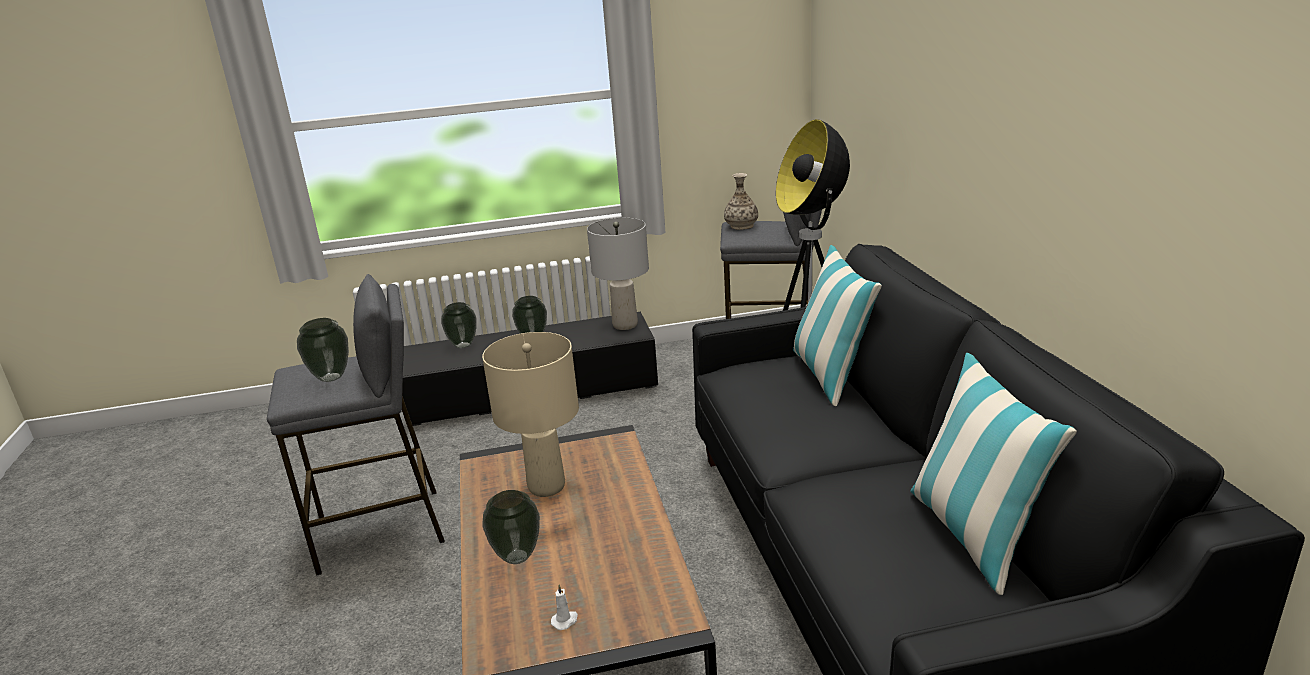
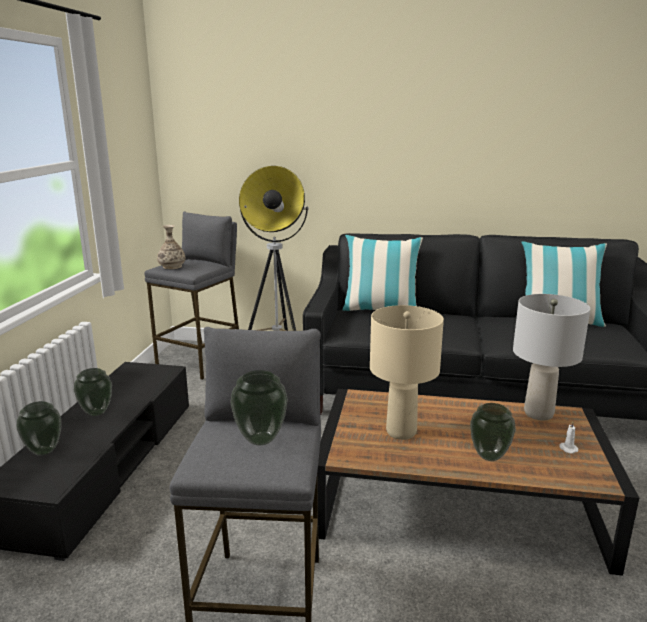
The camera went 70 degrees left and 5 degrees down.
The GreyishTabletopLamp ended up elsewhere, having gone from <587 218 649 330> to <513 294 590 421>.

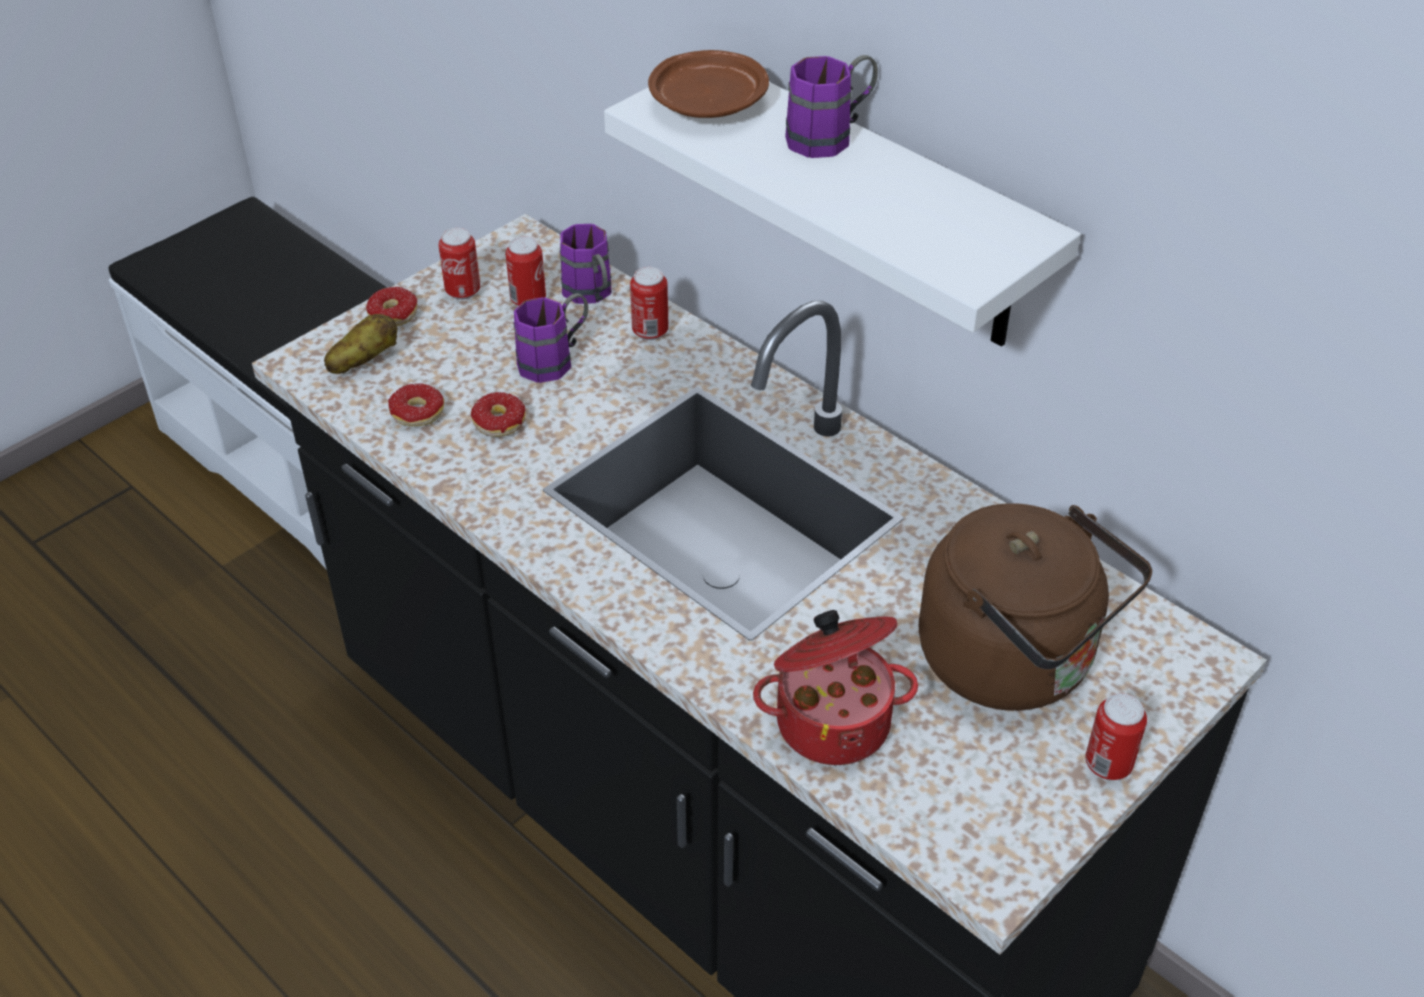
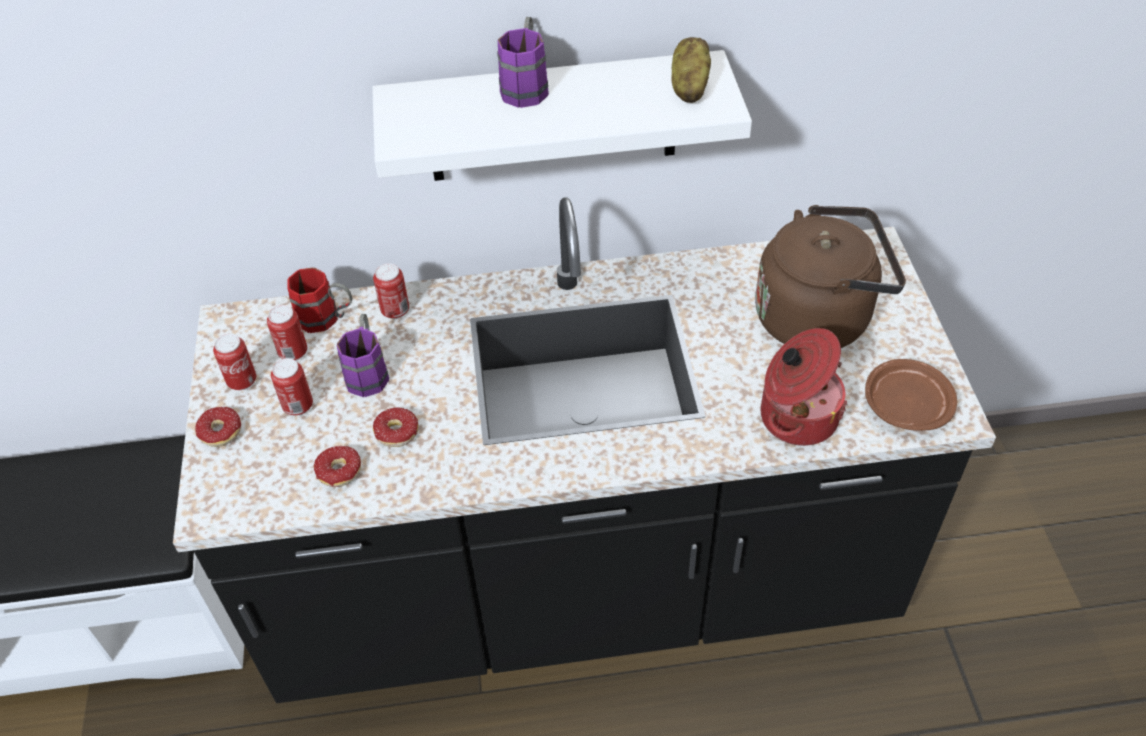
The camera went 50 degrees left and 5 degrees up.
The WholePotato ended up elsewhere, having gone from <324 314 397 374> to <671 37 711 103>.
What was the PurpleTeaMug at <560 224 611 304> turned into the RedColouredTeaMug at <287 268 352 333>.
The BrownPlate ended up elsewhere, having gone from <648 50 769 118> to <865 359 957 431>.
The MetalCan ended up elsewhere, having gone from <1085 693 1147 780> to <271 358 313 415>.

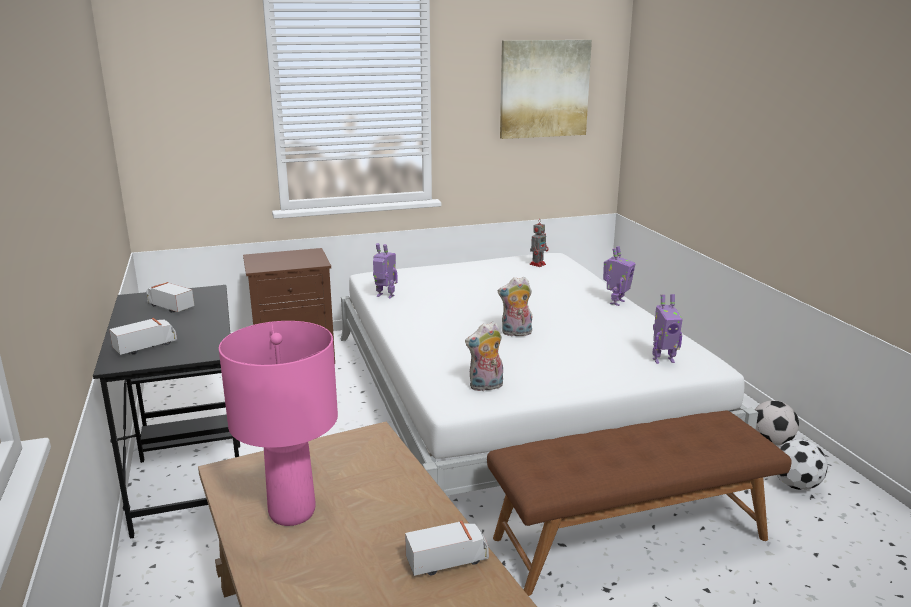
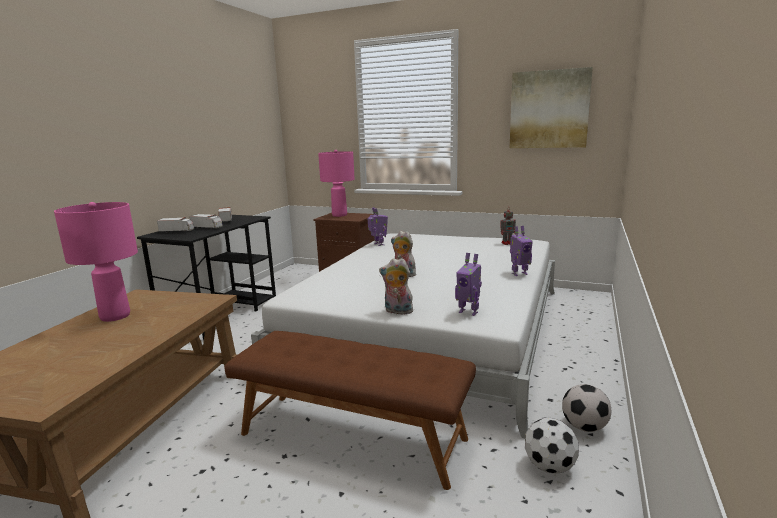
The camera went 40 degrees right and 5 degrees down.
The ToyTruck ended up elsewhere, having gone from <405 521 489 576> to <190 214 223 229>.
The SoftToy ended up elsewhere, having gone from <465 321 503 392> to <379 258 413 314>.
The second view gained the PinkTabletopLamp at <318 150 355 217>.

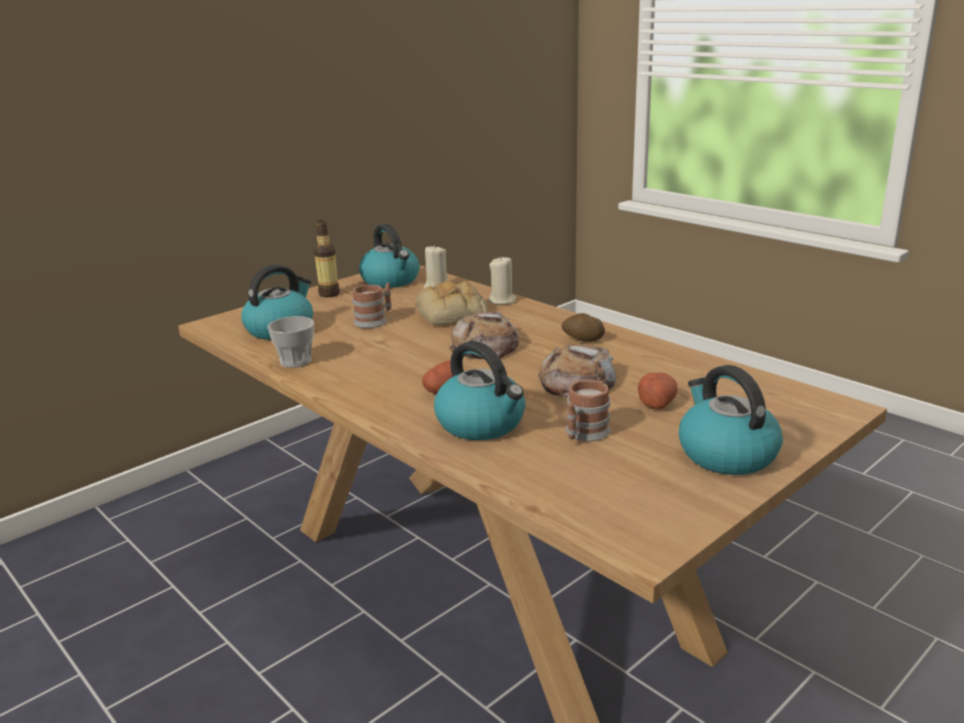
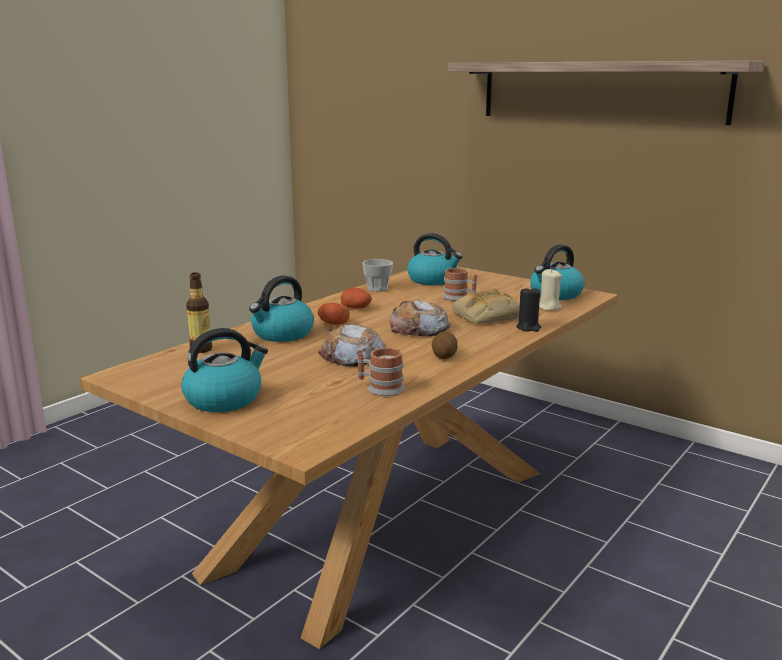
The camera went 80 degrees right and 5 degrees down.
The DrinkBottle ended up elsewhere, having gone from <314 220 340 297> to <186 273 212 353>.
What was the BeigeWaxCandle at <488 256 517 305> turned into the BlackColouredWaxCandle at <516 288 541 332>.
The TeaMug ended up elsewhere, having gone from <566 380 611 441> to <357 348 405 396>.
The WholePotato ended up elsewhere, having gone from <638 373 678 410> to <341 288 372 309>.
The second view gained the BracketShelf at <448 60 765 125>.

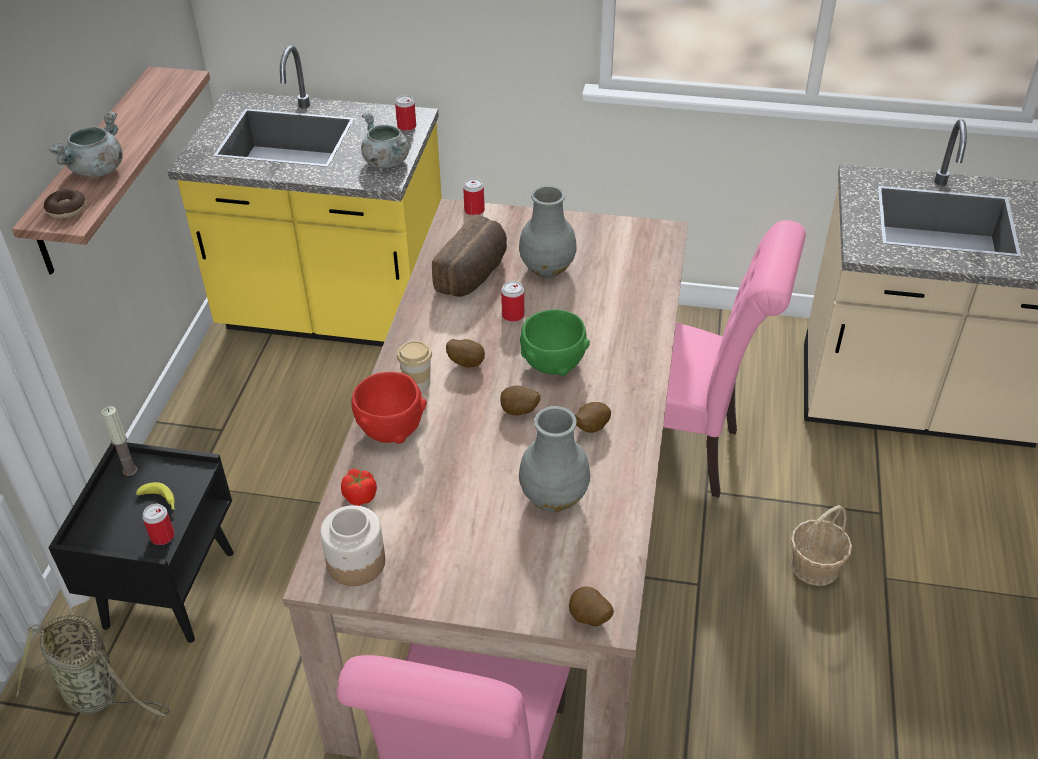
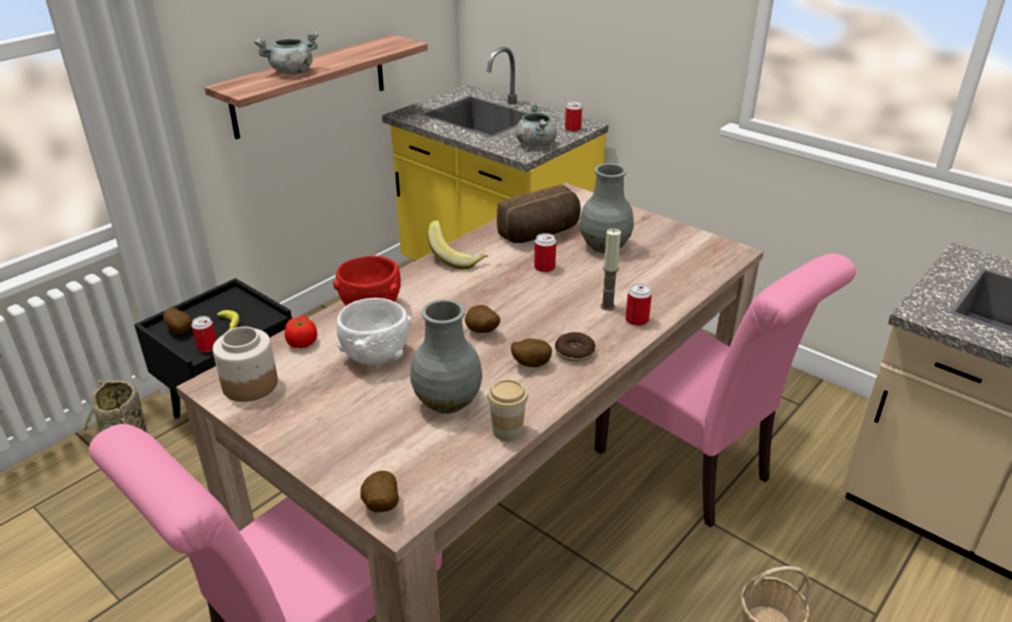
The camera went 30 degrees right and 10 degrees down.
The RingDoughnut ended up elsewhere, having gone from <44 189 85 219> to <555 332 596 362>.
The WaxCandle ended up elsewhere, having gone from <101 406 138 476> to <600 229 621 311>.
The SmallCup ended up elsewhere, having gone from <397 341 432 392> to <487 379 528 441>.
The WholePotato ended up elsewhere, having gone from <446 339 485 368> to <163 308 192 334>.
The MetalCan ended up elsewhere, having gone from <463 178 485 216> to <626 283 652 326>.
The second view lost the GreenColouredBowl at <520 309 590 376>.
The second view gained the WhiteColouredBowl at <337 298 412 365>.
The second view gained the Banana at <427 220 489 269>.

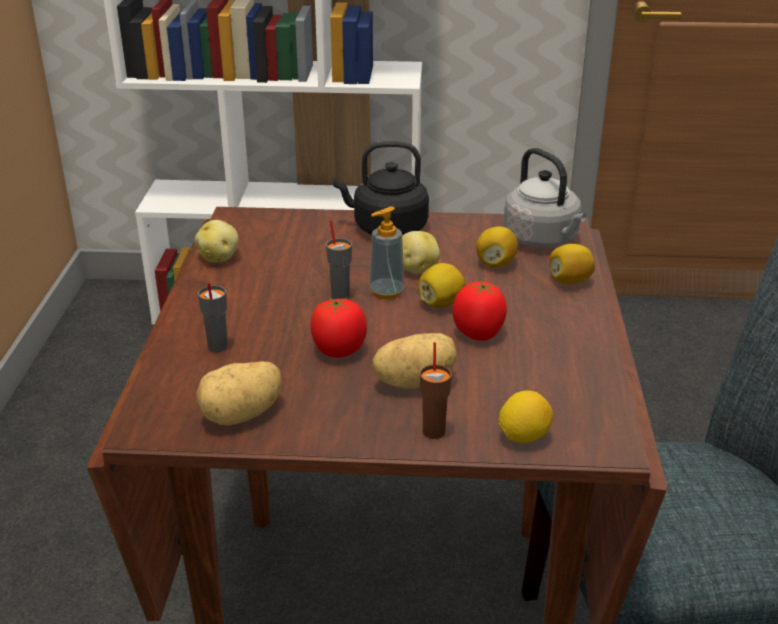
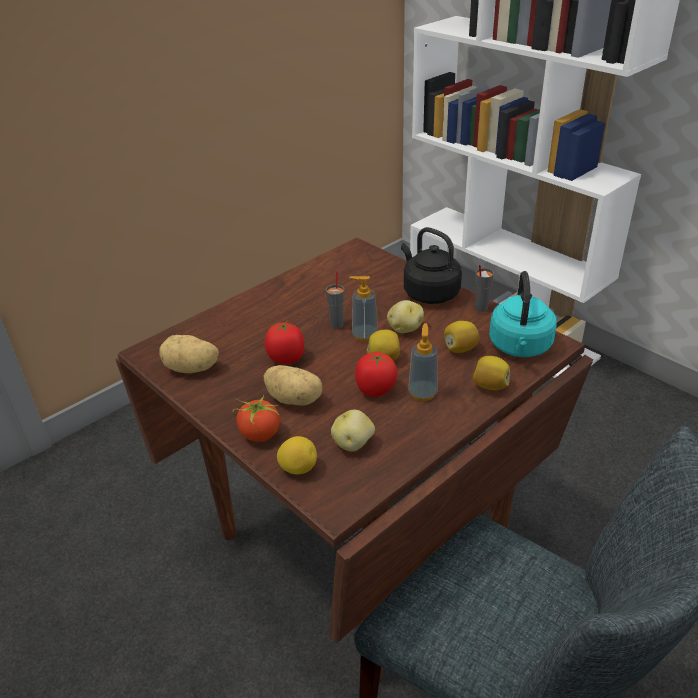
The camera went 45 degrees right and 5 degrees up.
The WholePotato ended up elsewhere, having gone from <194 220 238 262> to <331 410 375 452>.
The GreyishSmallCup ended up elsewhere, having gone from <198 282 228 352> to <475 265 494 312>.
Where the BrownSmallCup stood at <420 342 452 439>, the WholeTomato came to stand at <233 395 280 442>.
What was the GreyishWaterKettle at <503 148 586 248> turned into the BlueGreenWaterKettle at <489 271 557 357>.
The second view gained the LiquidSoapBottle at <408 323 438 401>.

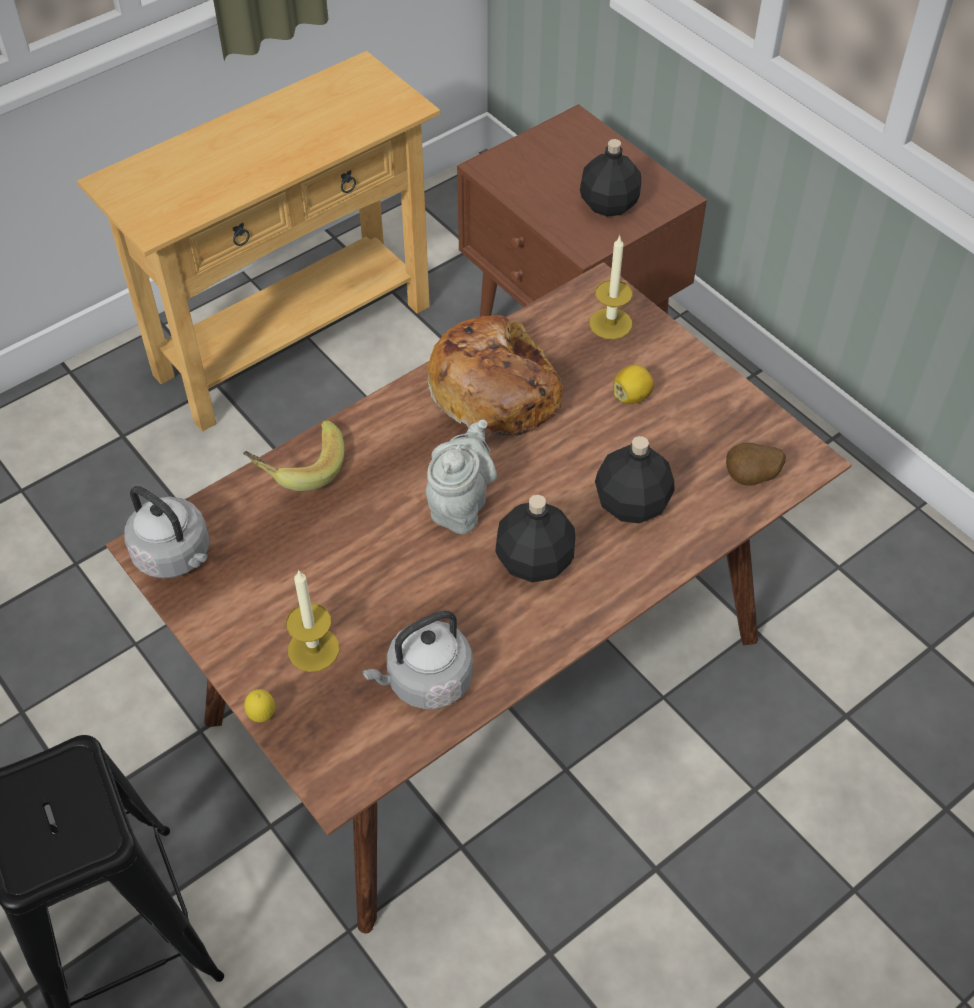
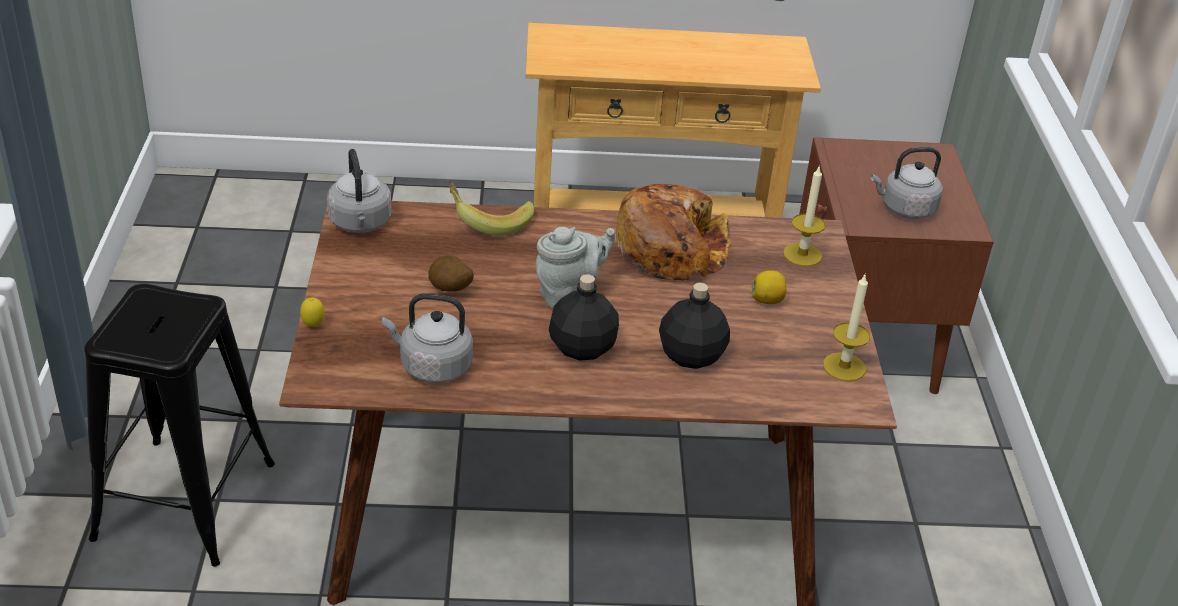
The camera went 35 degrees right and 15 degrees down.
The WaxCandle ended up elsewhere, having gone from <286 570 339 672> to <823 275 870 381>.
Where the BlackColouredDrinkBottle stood at <580 139 641 216>, the GreyishWaterKettle came to stand at <871 147 943 219>.
The WholePotato ended up elsewhere, having gone from <726 443 786 485> to <428 255 474 292>.

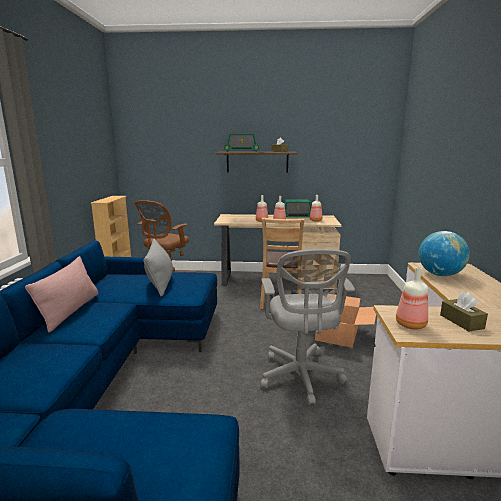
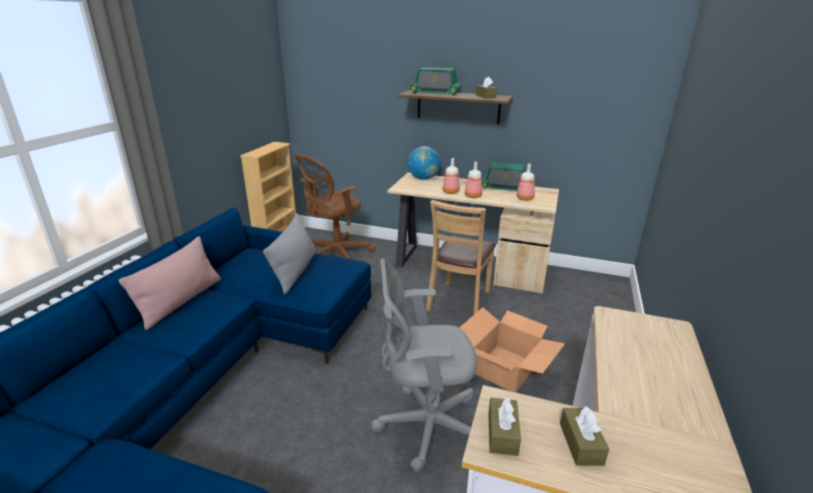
The camera went 15 degrees right and 10 degrees up.
The GreyishDeskChair at <260 249 355 406> ended up facing another way, 75 degrees clockwise from before.
Where the DrinkBottle stood at <396 267 428 329>, the BrownBoxOfTissues came to stand at <488 397 521 456>.
The DeskGlobe ended up elsewhere, having gone from <419 231 470 276> to <408 146 441 180>.

